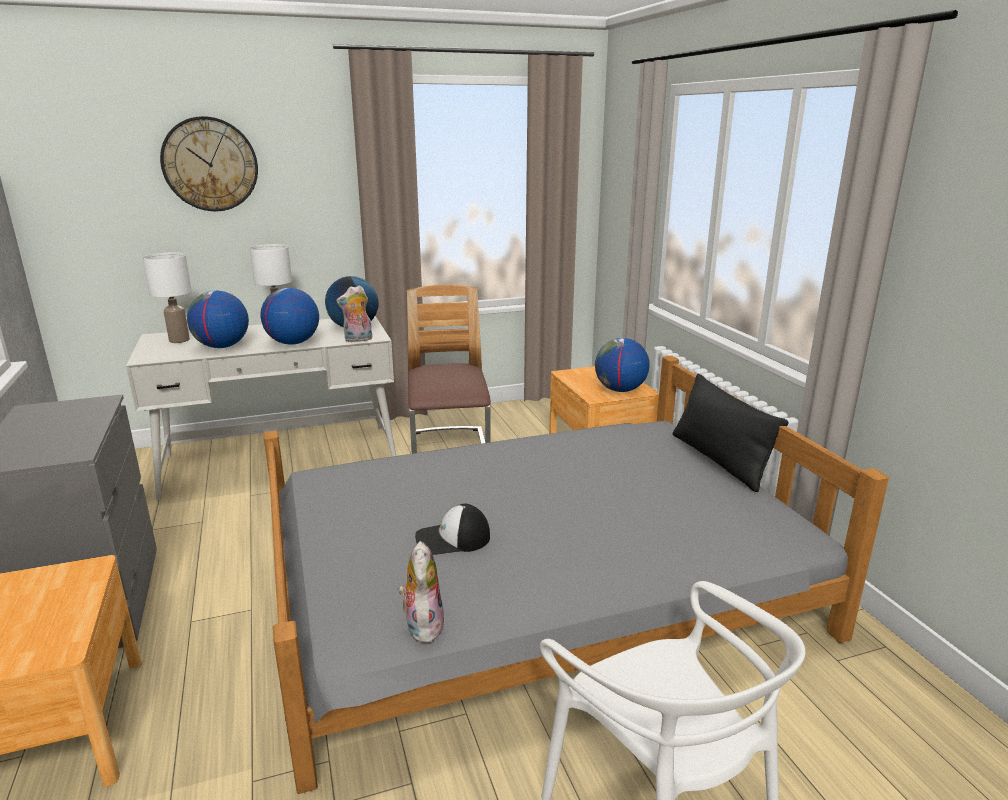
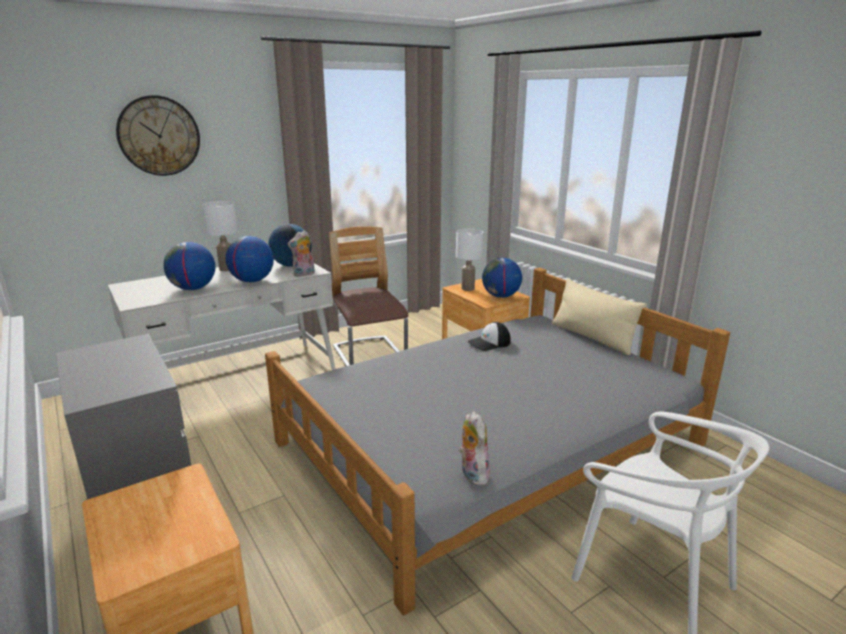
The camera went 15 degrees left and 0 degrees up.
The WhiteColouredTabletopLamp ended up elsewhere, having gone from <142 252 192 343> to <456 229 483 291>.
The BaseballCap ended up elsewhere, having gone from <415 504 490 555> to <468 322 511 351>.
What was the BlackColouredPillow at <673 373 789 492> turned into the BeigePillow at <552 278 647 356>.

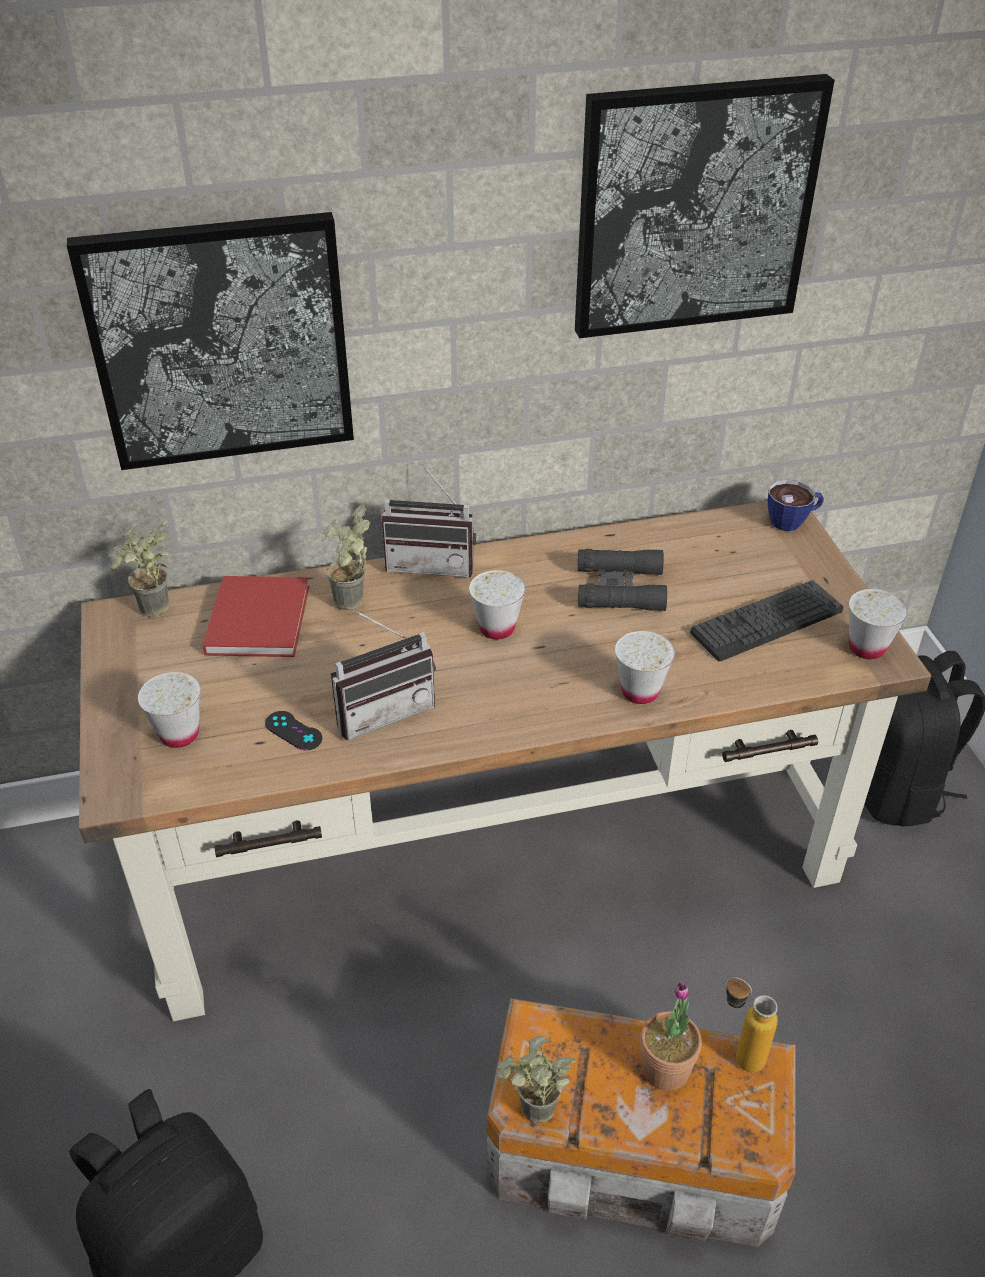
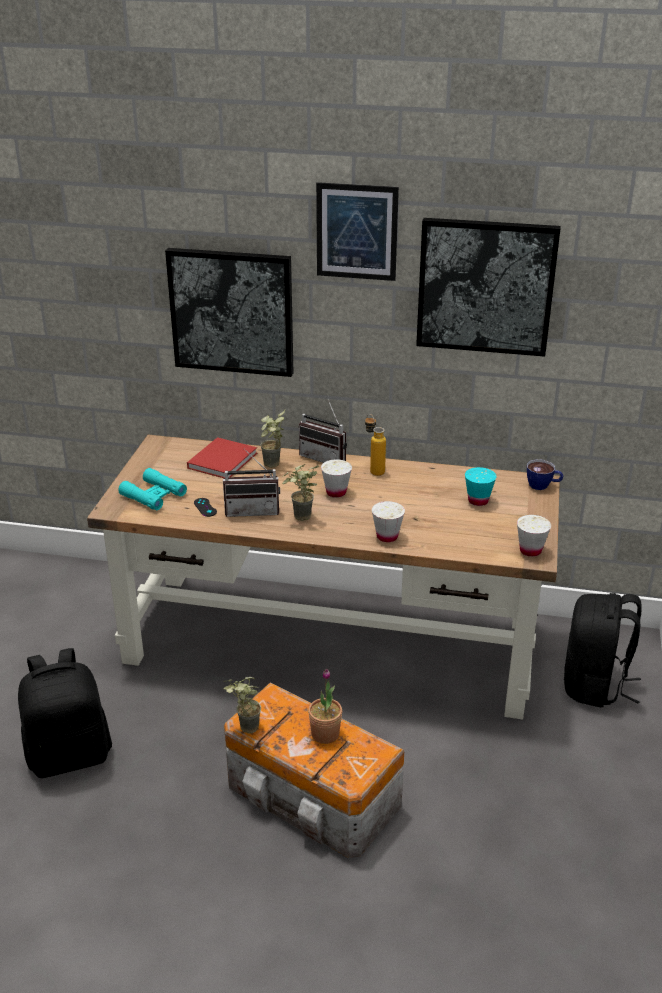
The camera went 25 degrees right and 10 degrees down.
The PottedPlant ended up elsewhere, having gone from <108 522 170 618> to <282 464 319 521>.
Where the WhiteColouredSmallCup stood at <138 672 201 748>, the BlueGreenFieldGlasses came to stand at <118 468 187 510>.
The second view lost the BlackColouredFieldGlasses at <578 549 667 611>.
The second view lost the ComputerKeyboard at <690 580 843 661>.
The DrinkBottle ended up elsewhere, having gone from <726 977 778 1072> to <365 414 386 476>.
The second view gained the WallPicture at <316 182 399 281>.
The second view gained the BlueGreenSmallCup at <465 467 497 506>.

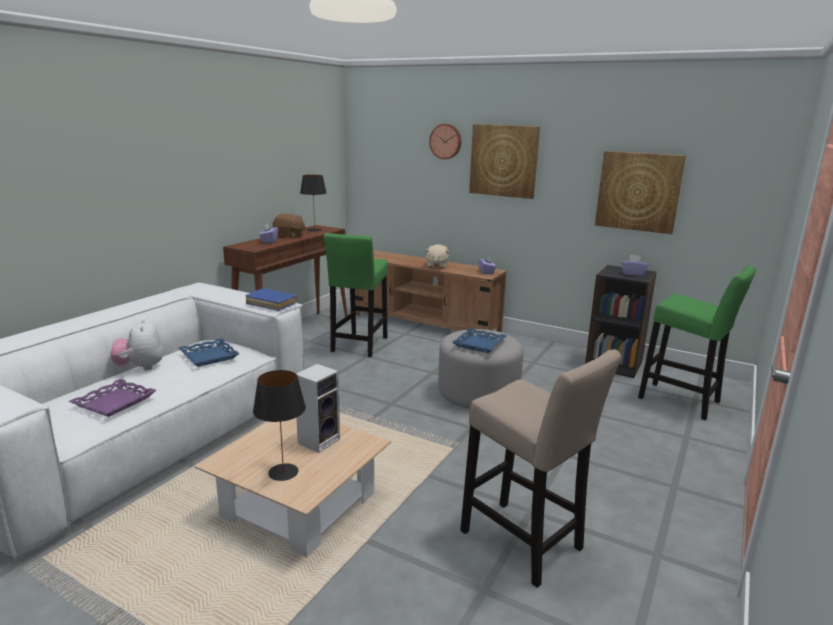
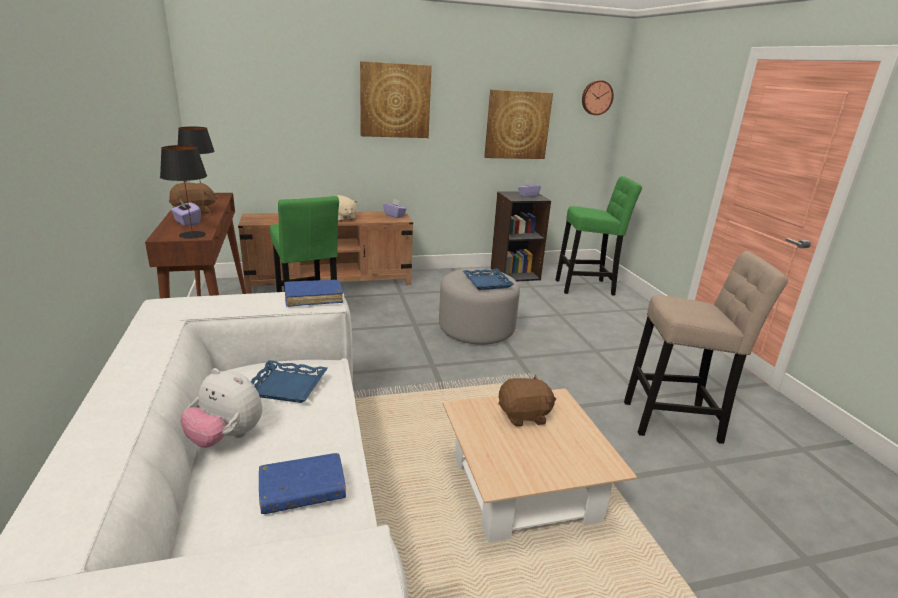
The camera went 45 degrees left and 5 degrees up.
Where the PurpleServingTray stood at <69 379 156 417>, the BluishBook came to stand at <259 453 346 514>.
The BlackColouredTabletopLamp ended up elsewhere, having gone from <253 370 306 481> to <160 145 207 239>.
Where the Speaker stood at <296 364 340 453>, the BrownSoftToy came to stand at <499 375 556 427>.
The WallClock ended up elsewhere, having gone from <429 124 461 159> to <582 80 614 115>.

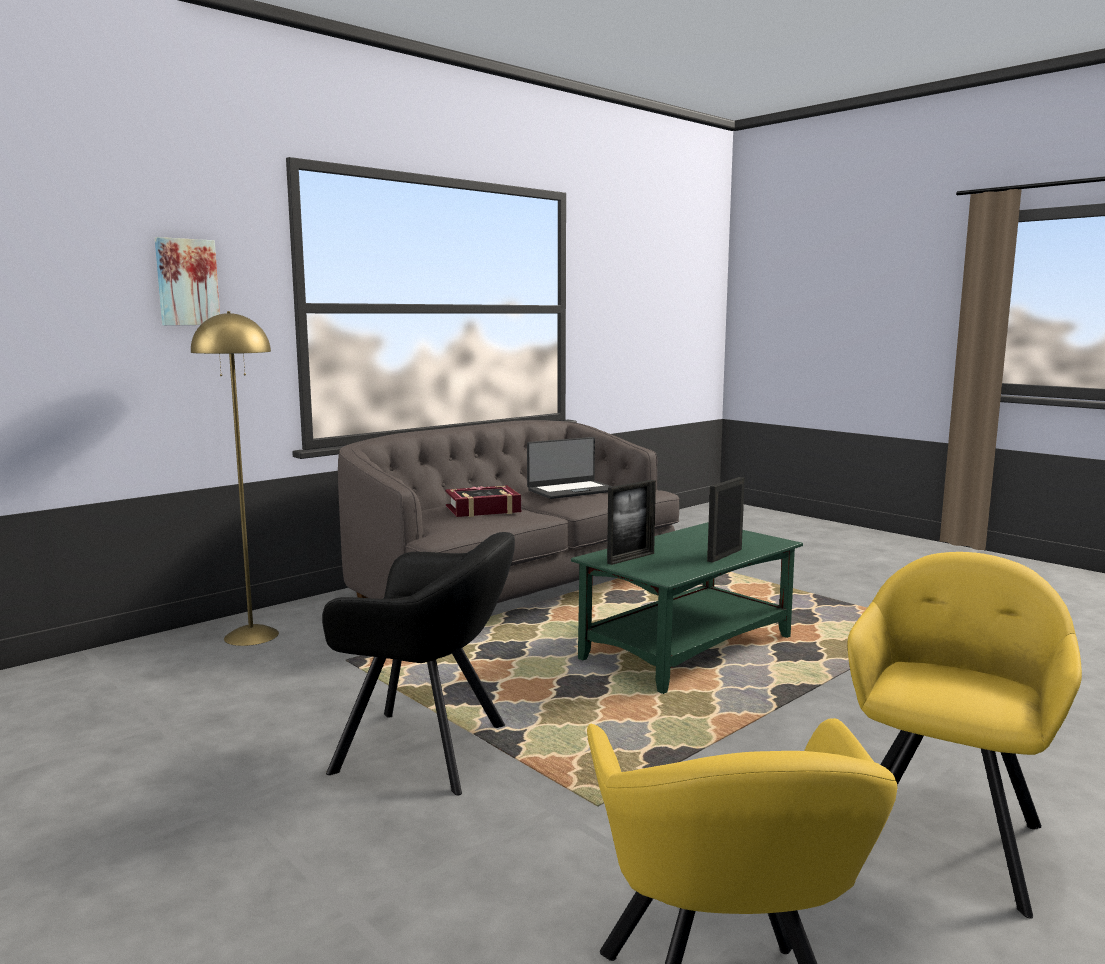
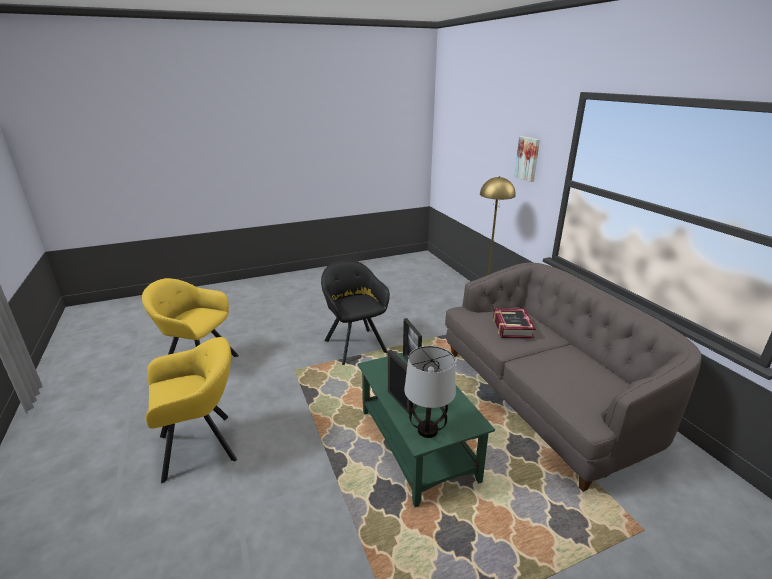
The camera went 110 degrees right and 15 degrees up.
The BlackColouredLoungeChair at <322 532 515 795> ended up facing another way, 120 degrees clockwise from before.
The second view lost the NotebookComputer at <527 437 613 499>.
The YellowColouredLoungeChair at <847 552 1082 919> ended up facing another way, 75 degrees counterclockwise from before.
The second view gained the TabletopLamp at <404 346 456 438>.

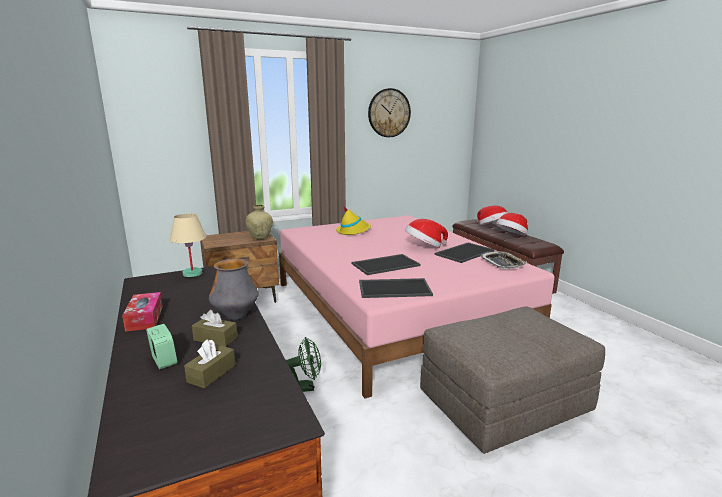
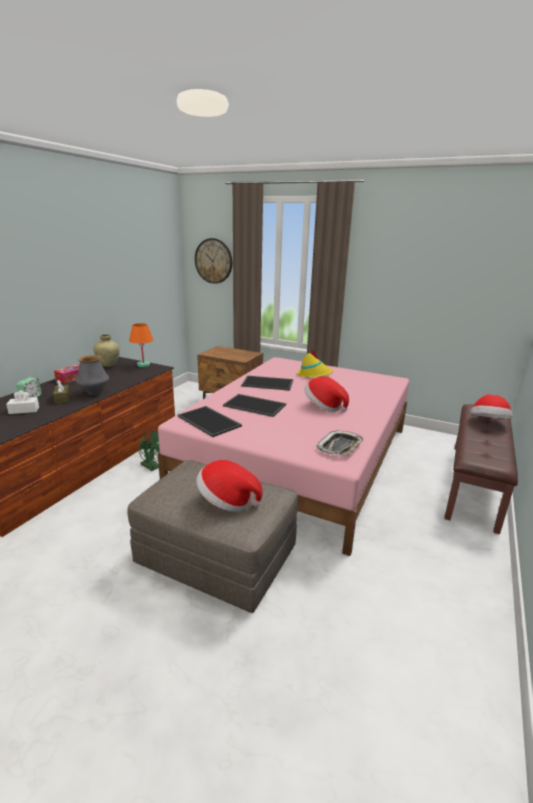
The camera went 50 degrees right and 5 degrees up.
What was the BeigeTabletopLamp at <170 213 206 277> turned into the OrangeColouredTabletopLamp at <129 323 153 367>.
What was the BrownBoxOfTissues at <184 339 235 388> turned into the WhiteColouredBoxOfTissues at <6 390 39 414>.
The BeigeFlowerVase ended up elsewhere, having gone from <246 205 273 240> to <93 334 120 367>.
The WallClock ended up elsewhere, having gone from <368 88 411 137> to <195 238 232 284>.
The ServingTray ended up elsewhere, having gone from <434 243 495 263> to <241 376 293 391>.
The Hat ended up elsewhere, having gone from <496 213 528 236> to <196 460 262 512>.

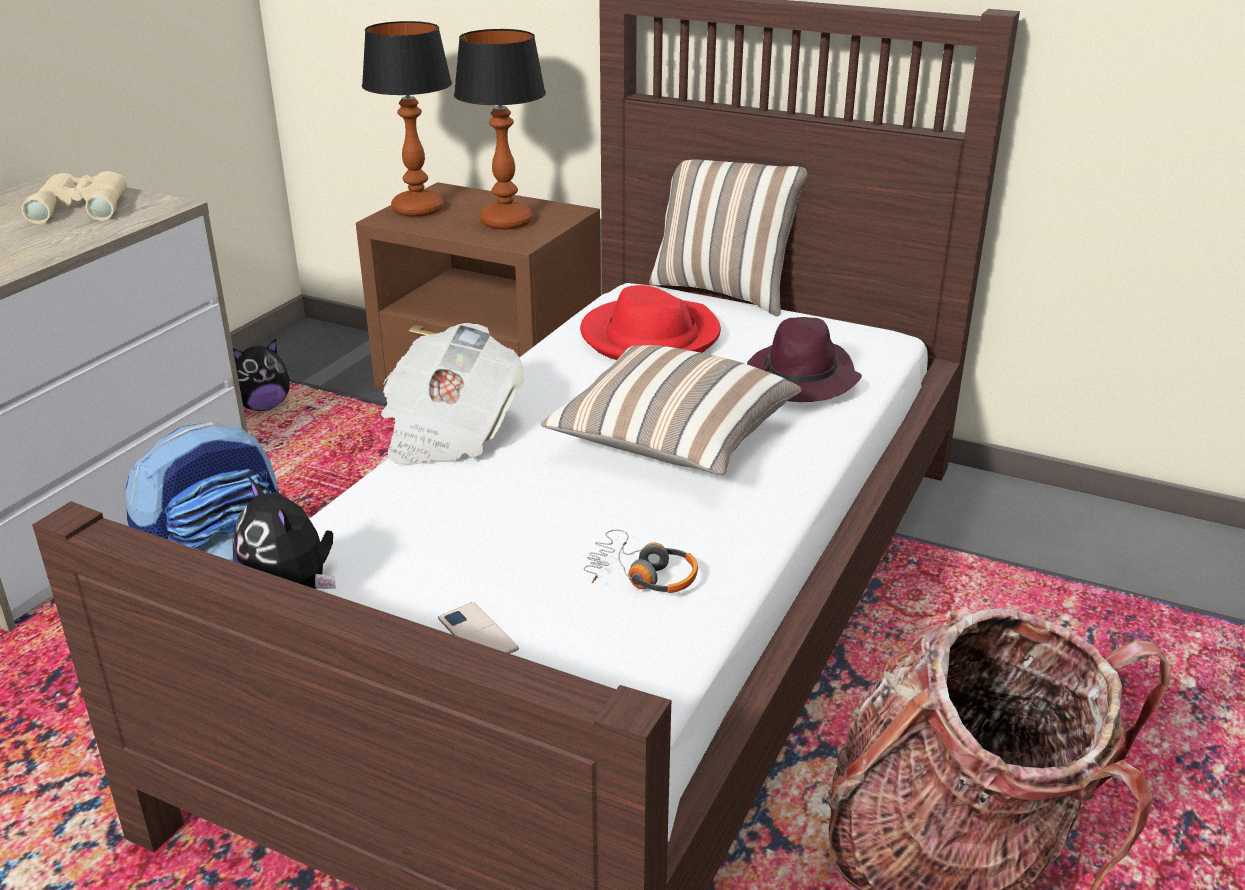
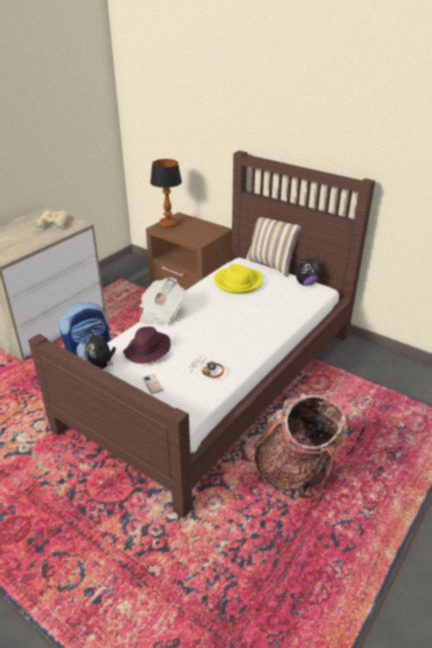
The camera went 10 degrees right and 5 degrees up.
The SoftToy ended up elsewhere, having gone from <233 339 290 411> to <294 256 320 286>.
The second view lost the TabletopLamp at <454 29 546 230>.
The second view lost the Pillow at <541 345 802 475>.
What was the RedColouredHat at <580 285 721 360> turned into the YellowColouredHat at <214 264 263 294>.
The PurpleHat ended up elsewhere, having gone from <747 317 862 402> to <123 327 171 364>.

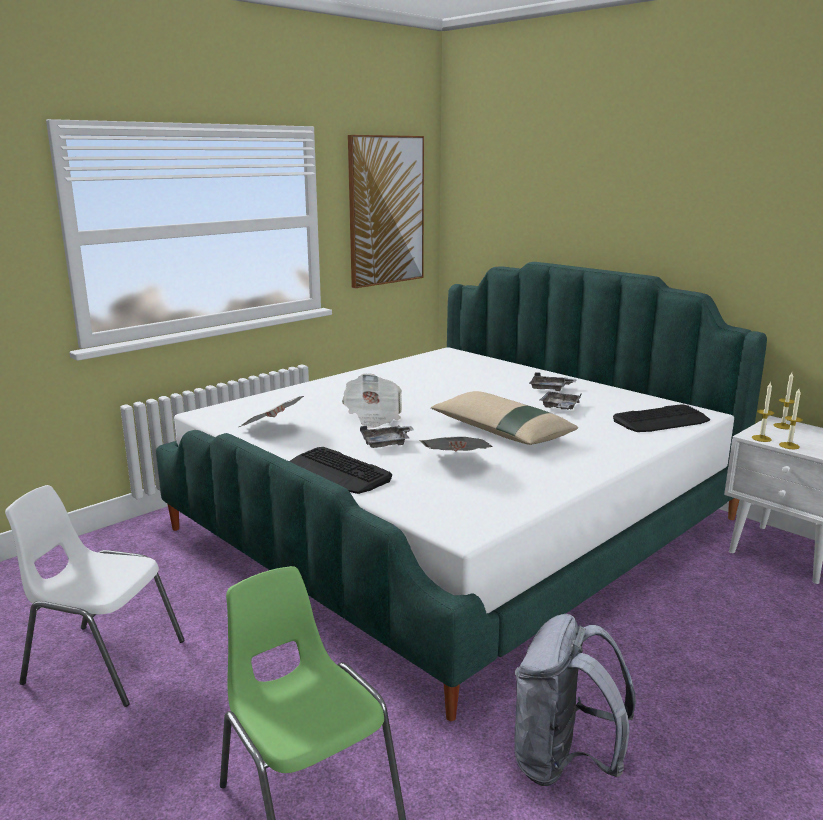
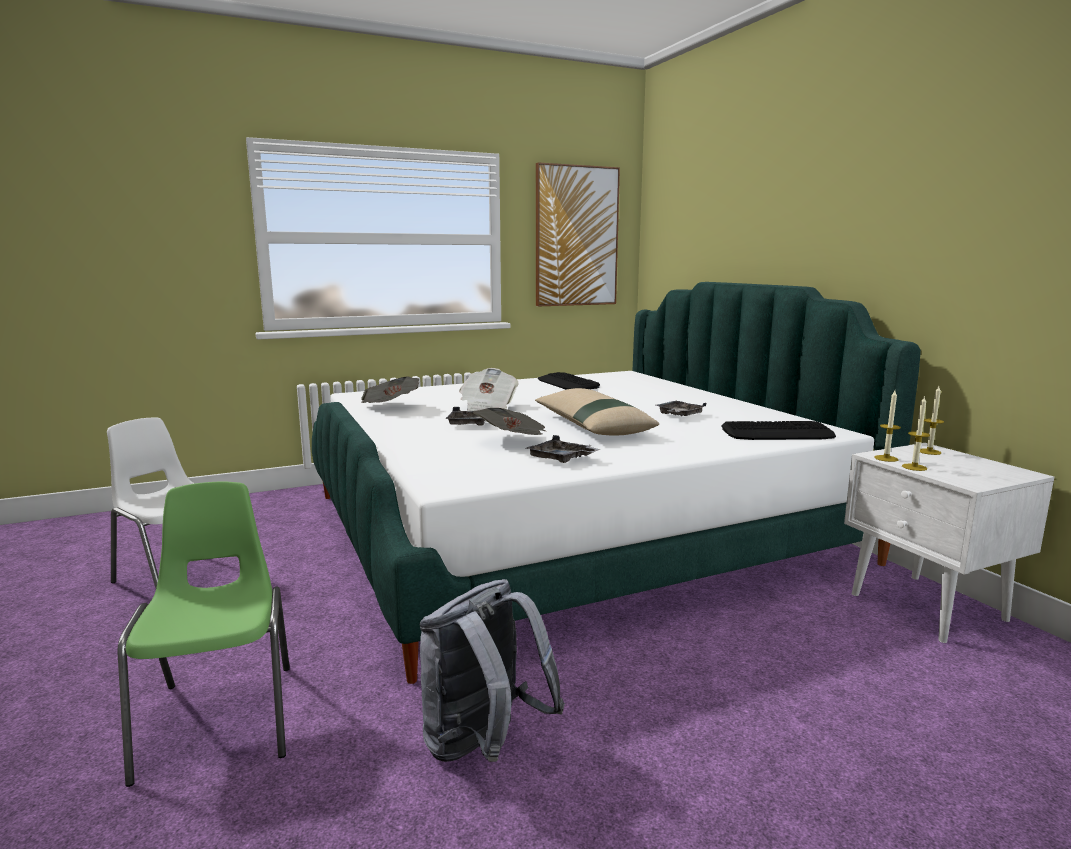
The camera went 20 degrees right and 5 degrees down.
The ComputerKeyboard ended up elsewhere, having gone from <289 447 392 494> to <538 372 600 390>.
The GreyishServingTray ended up elsewhere, having gone from <529 372 577 391> to <526 435 600 463>.

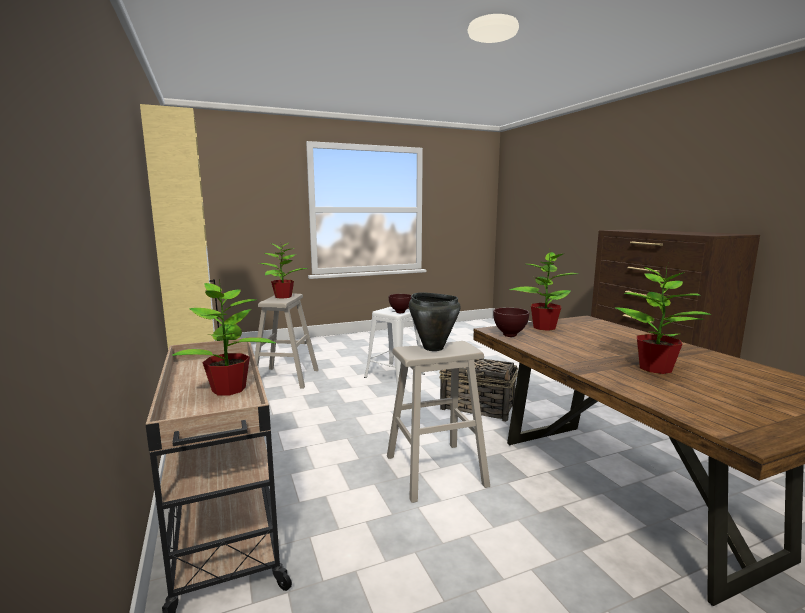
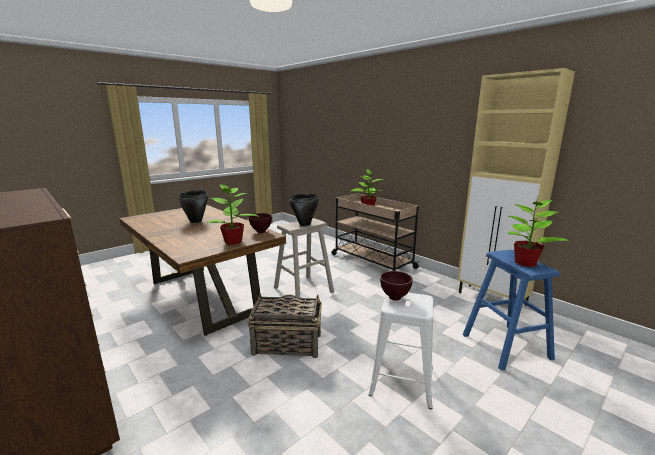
The camera went 160 degrees right and 5 degrees up.
What was the BeigeSittingStool at <255 294 319 389> turned into the BluishSittingStool at <463 250 560 371>.
Where the PottedPlant stood at <615 264 711 374>, the BlackColouredCookingPot came to stand at <178 190 208 223>.

